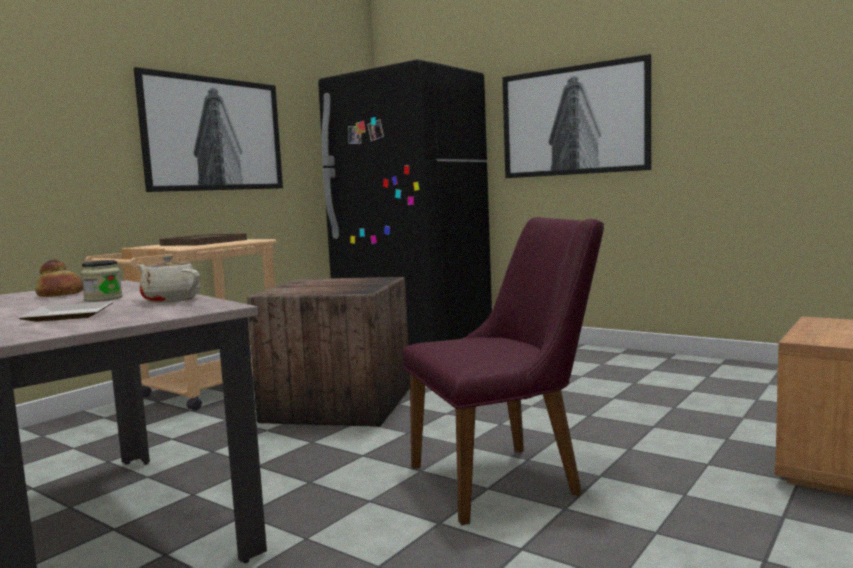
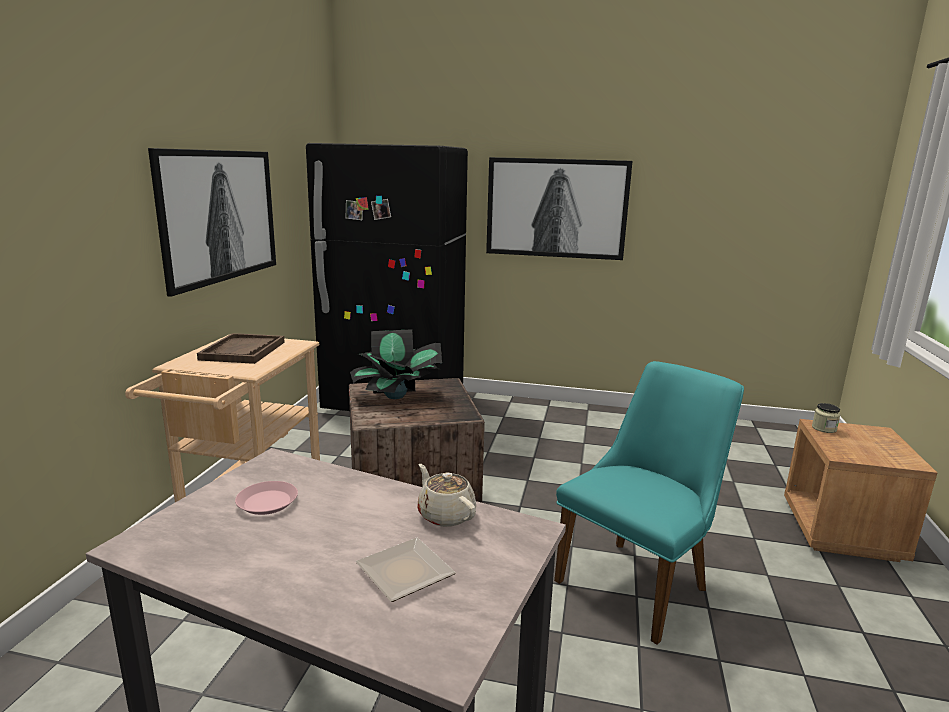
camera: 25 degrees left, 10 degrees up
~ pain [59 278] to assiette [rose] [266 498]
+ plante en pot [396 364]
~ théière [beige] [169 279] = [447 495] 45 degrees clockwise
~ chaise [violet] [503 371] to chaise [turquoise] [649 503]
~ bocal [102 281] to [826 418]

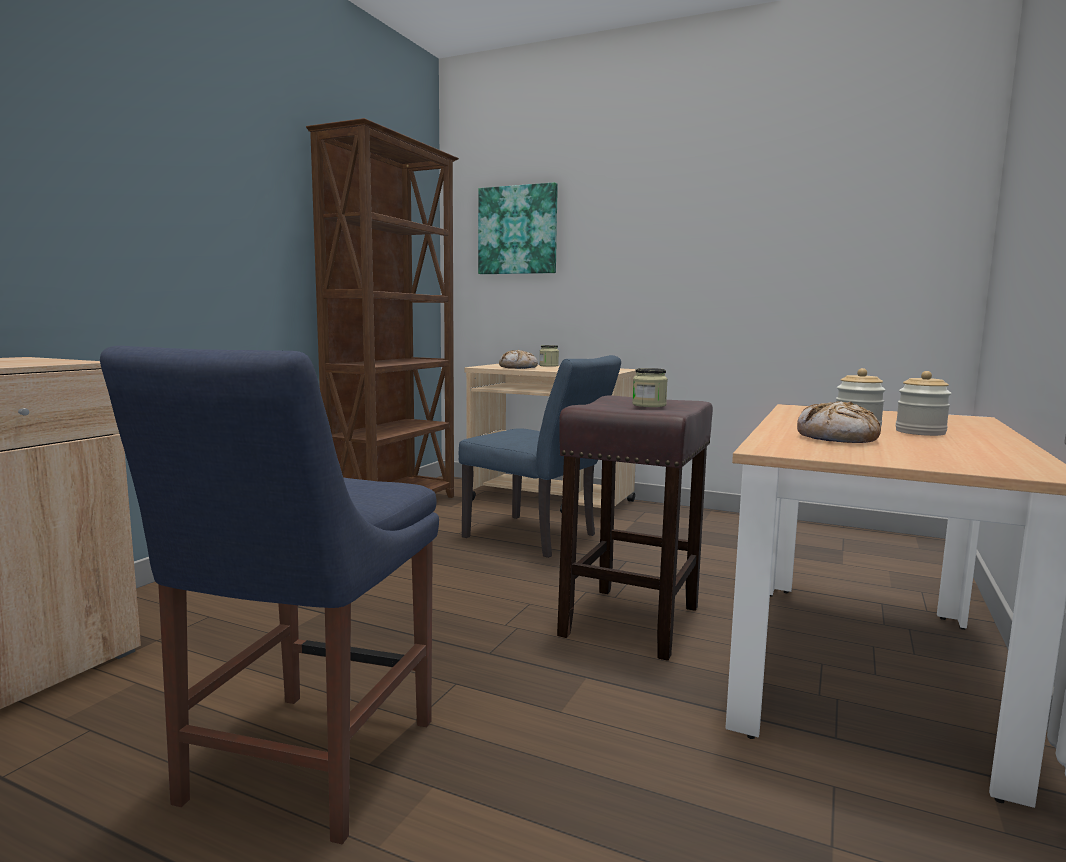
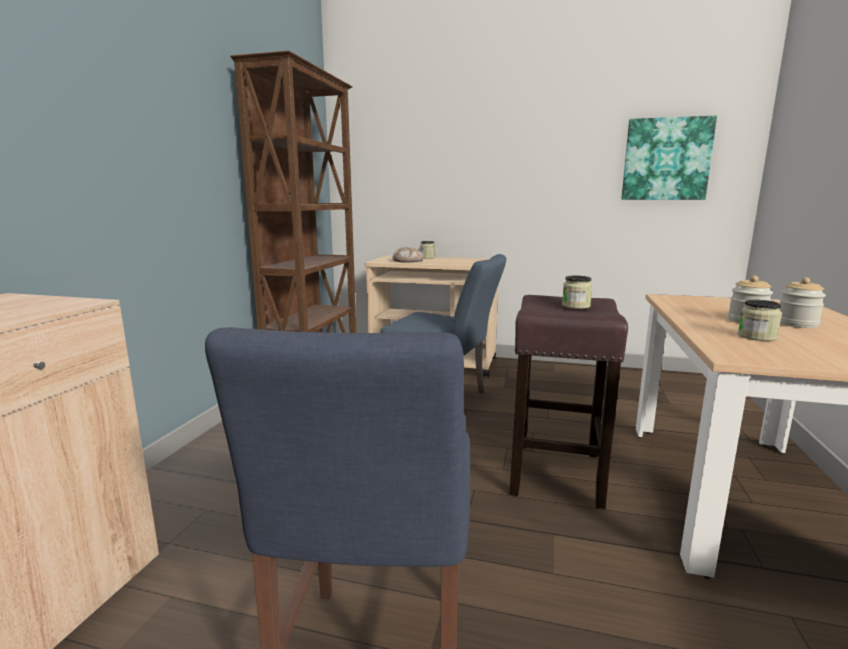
camera: 10 degrees left, 5 degrees up
~ tableau [518 228] to [669 158]
~ pain [839 422] to bocal [760 320]

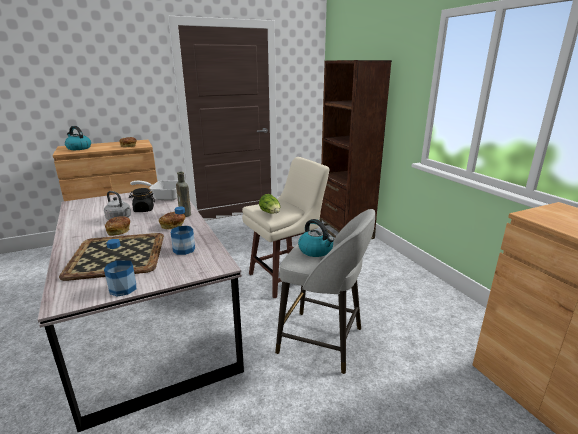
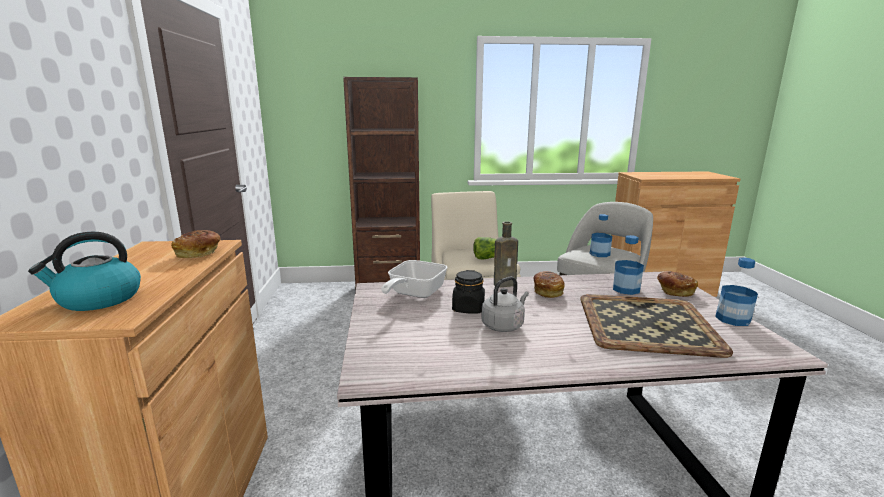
camera: 70 degrees left, 5 degrees down
~ bouilloire [316 238] to bouteille [601 235]
~ pain [117 226] to [677 284]

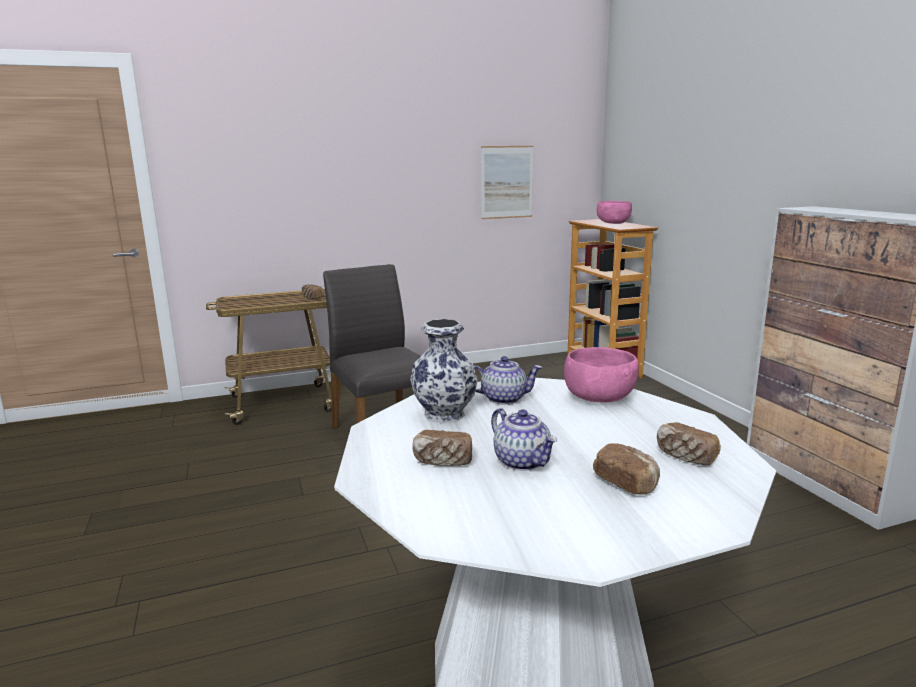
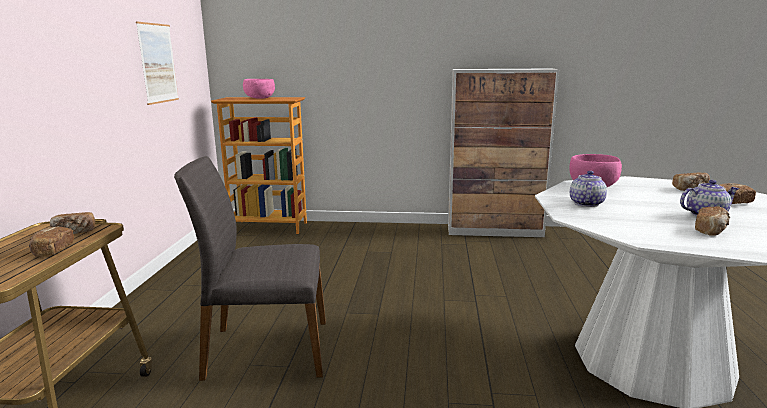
camera: 65 degrees left, 0 degrees up
+ pain [51 242]
- vase [444 371]

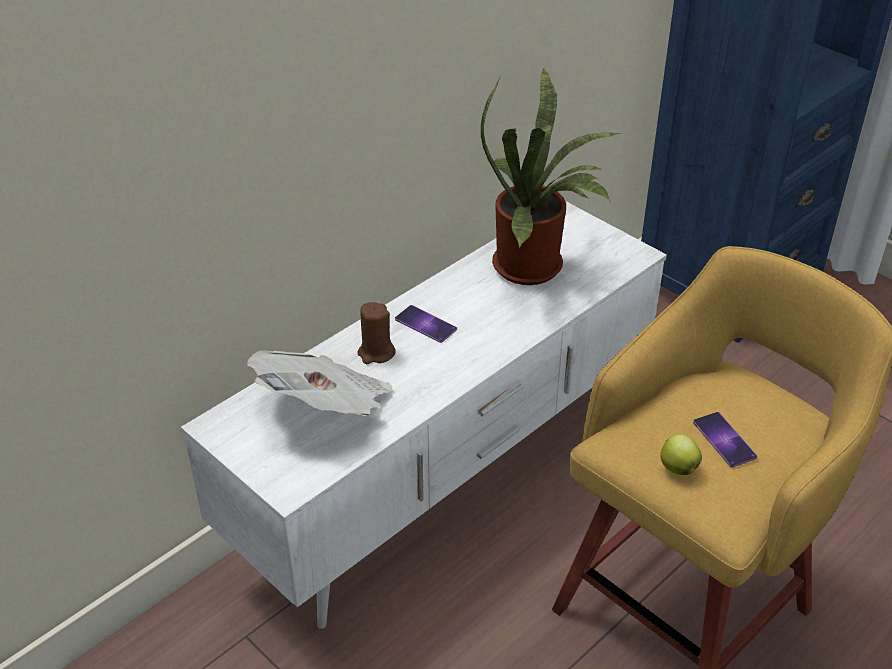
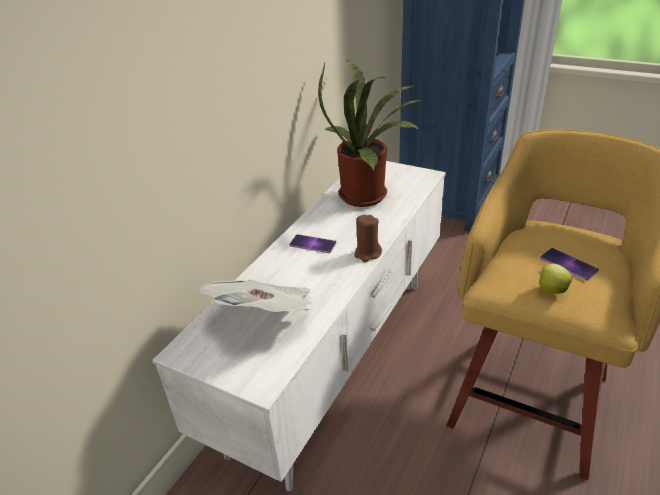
camera: 15 degrees left, 5 degrees down
~ bougie [marron] [376 333] to [368 238]

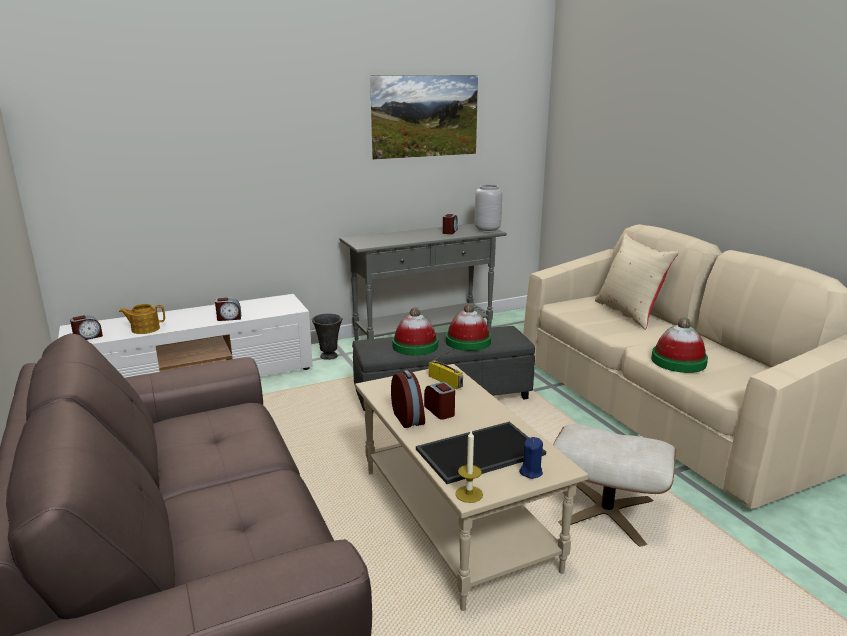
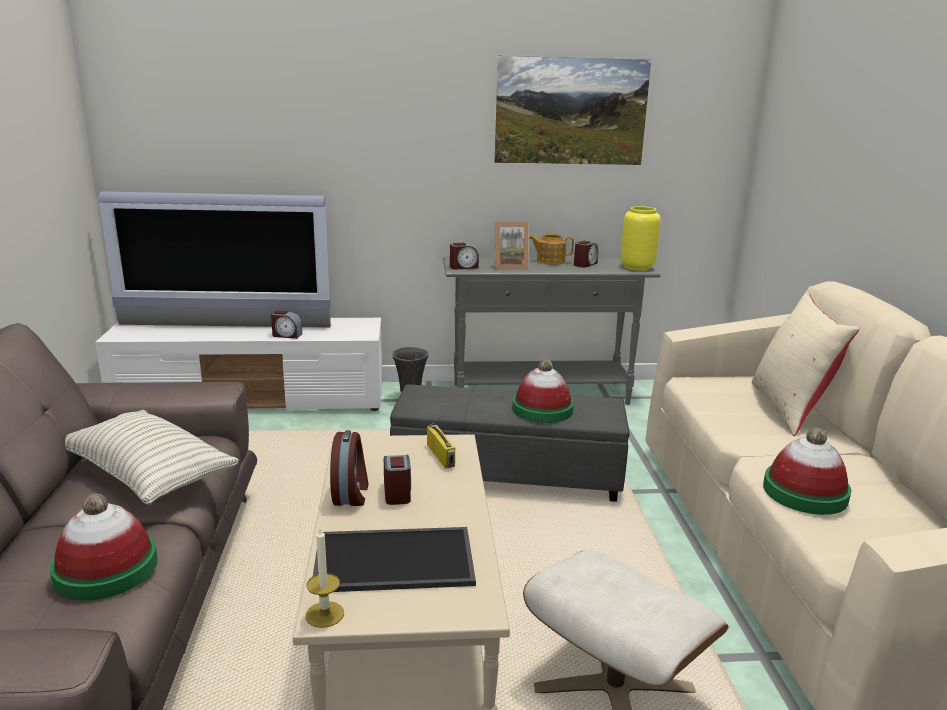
camera: 20 degrees right, 0 degrees up
~ chapeau [415 331] to [104 547]
+ coussin [152 457]
+ téléviseur [215 259]
~ réveil [86 327] to [464 256]
+ cadre photo [512 246]
~ théière [142 319] to [551 249]
~ vase [gris] [488 208] to vase [jaune] [640 238]
- bougie [bleu] [531 458]

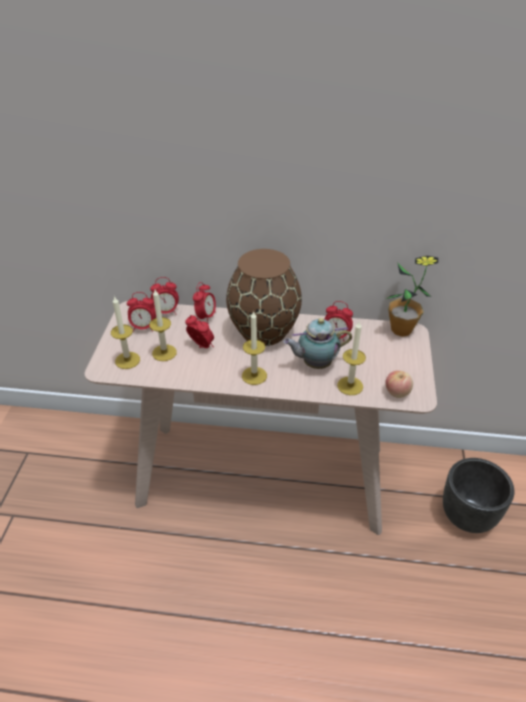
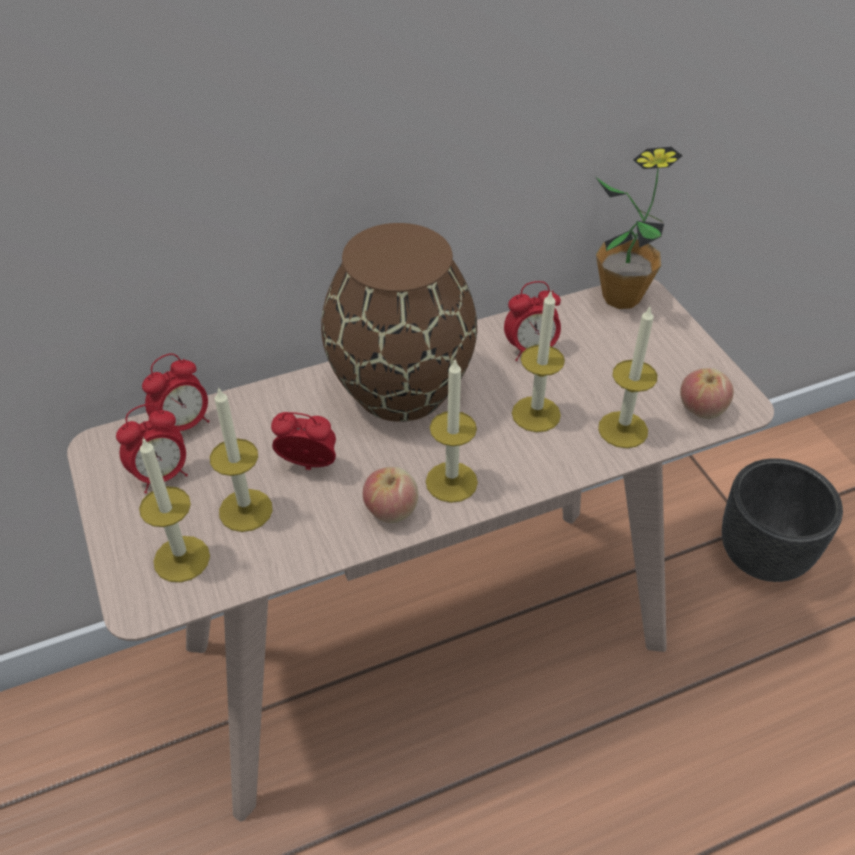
camera: 30 degrees left, 5 degrees up
+ pomme [390 495]
~ théière [317 343] to bougie [538 362]
- réveil [204 303]

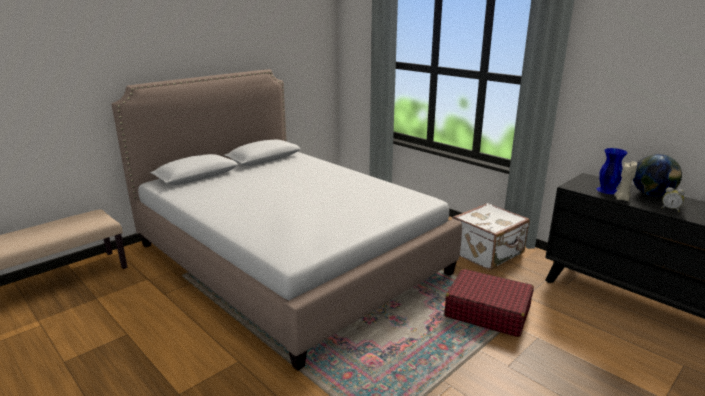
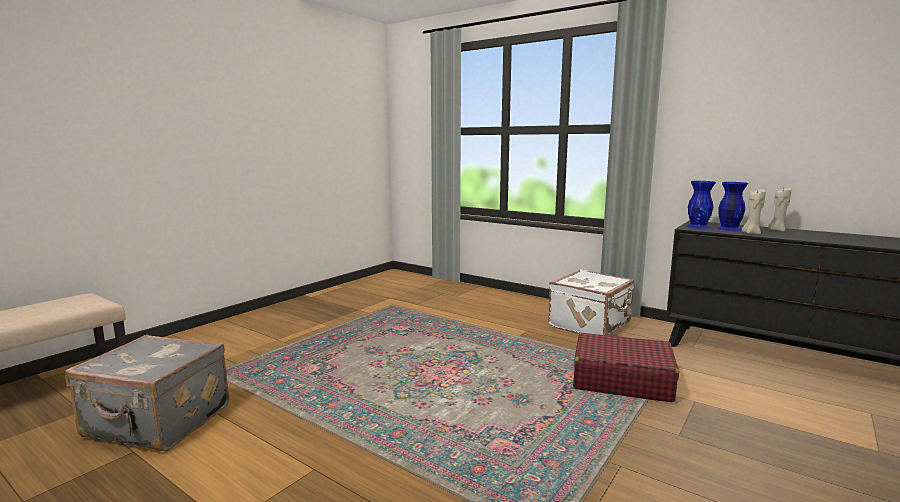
camera: 10 degrees left, 10 degrees down
+ valise [gris] [147 393]
+ vase [bleu] [701 205]
~ globe [657 175] to bougie [beige] [779 210]
- lit [286 220]
- réveil [673 199]

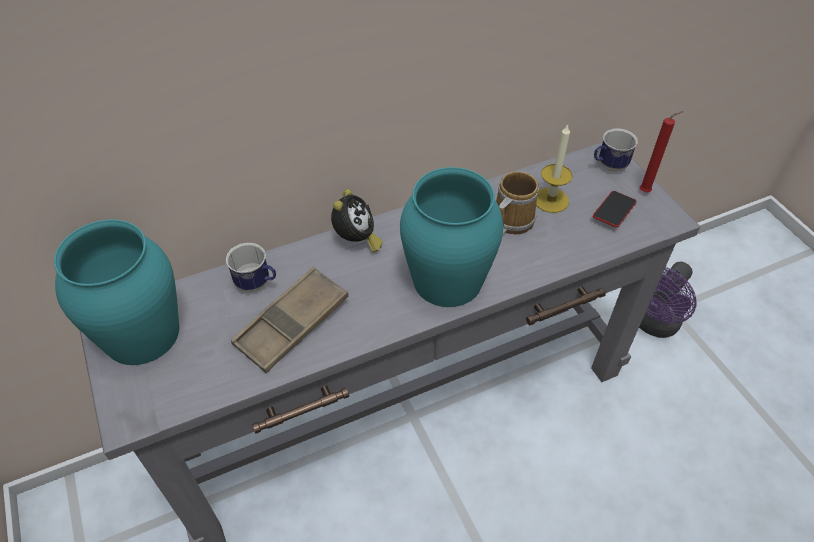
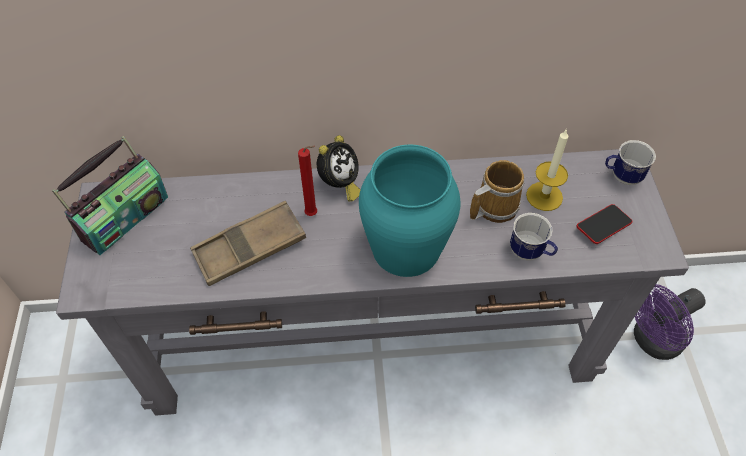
camera: 20 degrees right, 5 degrees up
~ vase [turquoise] [116 292] to radio [110 195]
~ bougie [rouge] [662 151] to [307 181]
~ mug [251 267] to [534 237]

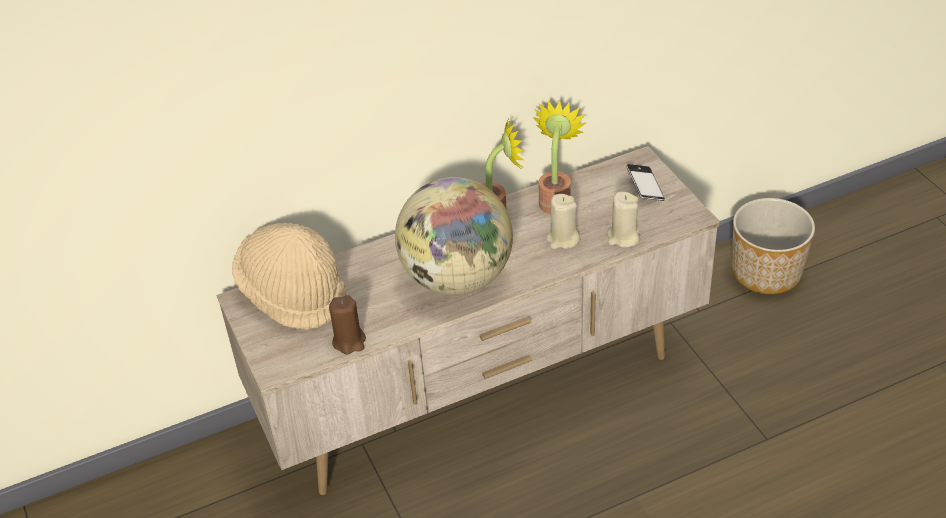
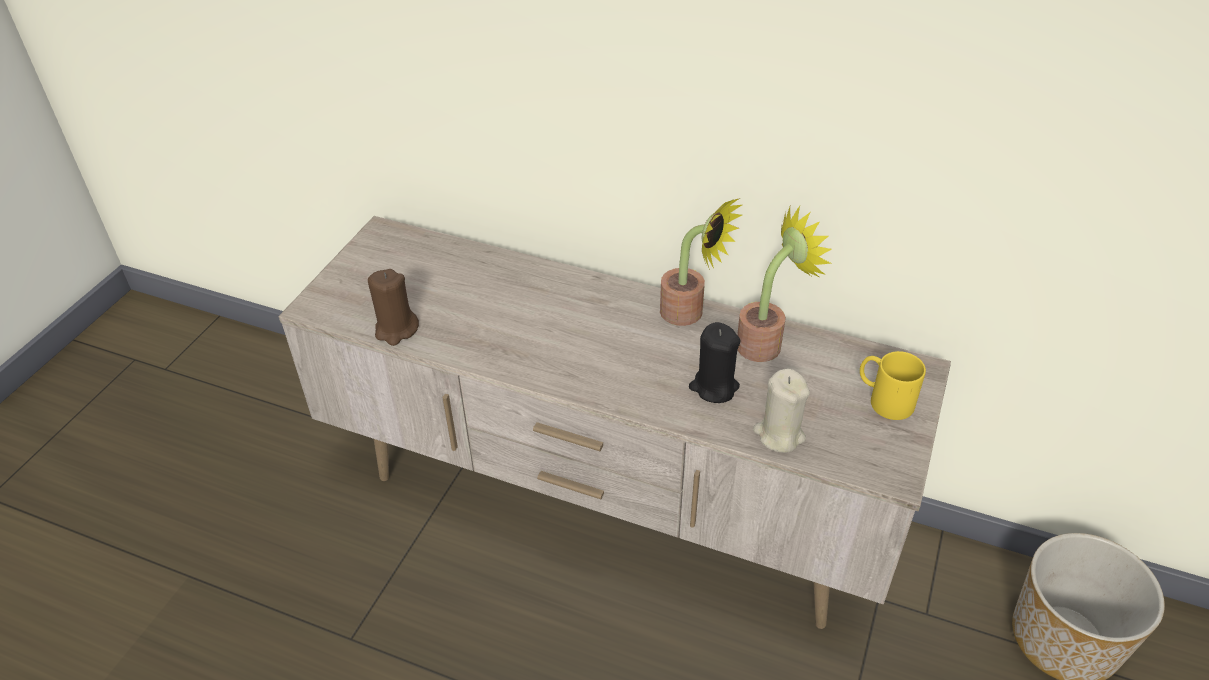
camera: 45 degrees right, 0 degrees up
~ bougie [beige] [563 221] to bougie [noir] [715 362]
~ téléphone [645 182] to mug [jaune] [893 385]
- chapeau [beige] [289 276]
- globe [454 236]

